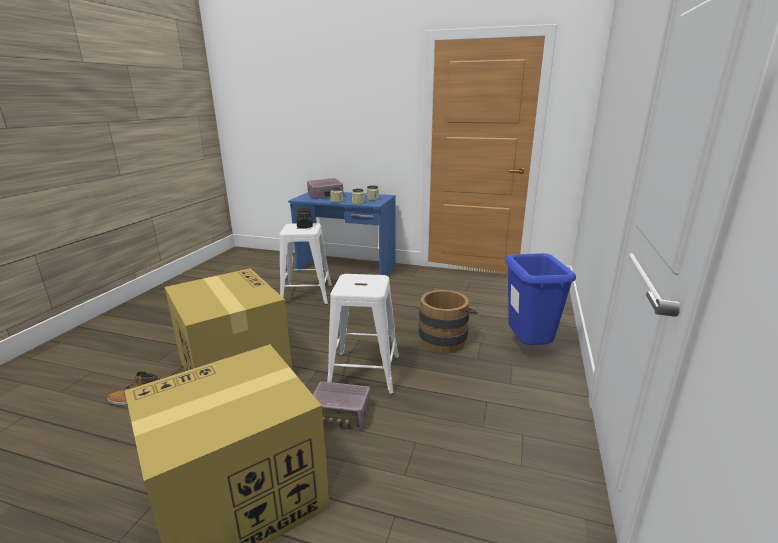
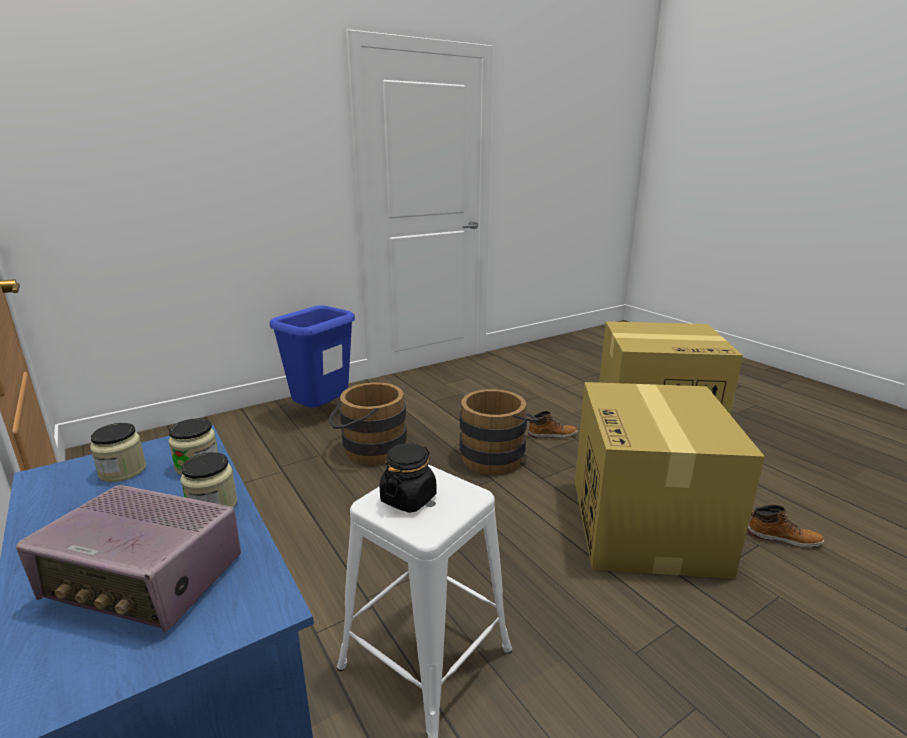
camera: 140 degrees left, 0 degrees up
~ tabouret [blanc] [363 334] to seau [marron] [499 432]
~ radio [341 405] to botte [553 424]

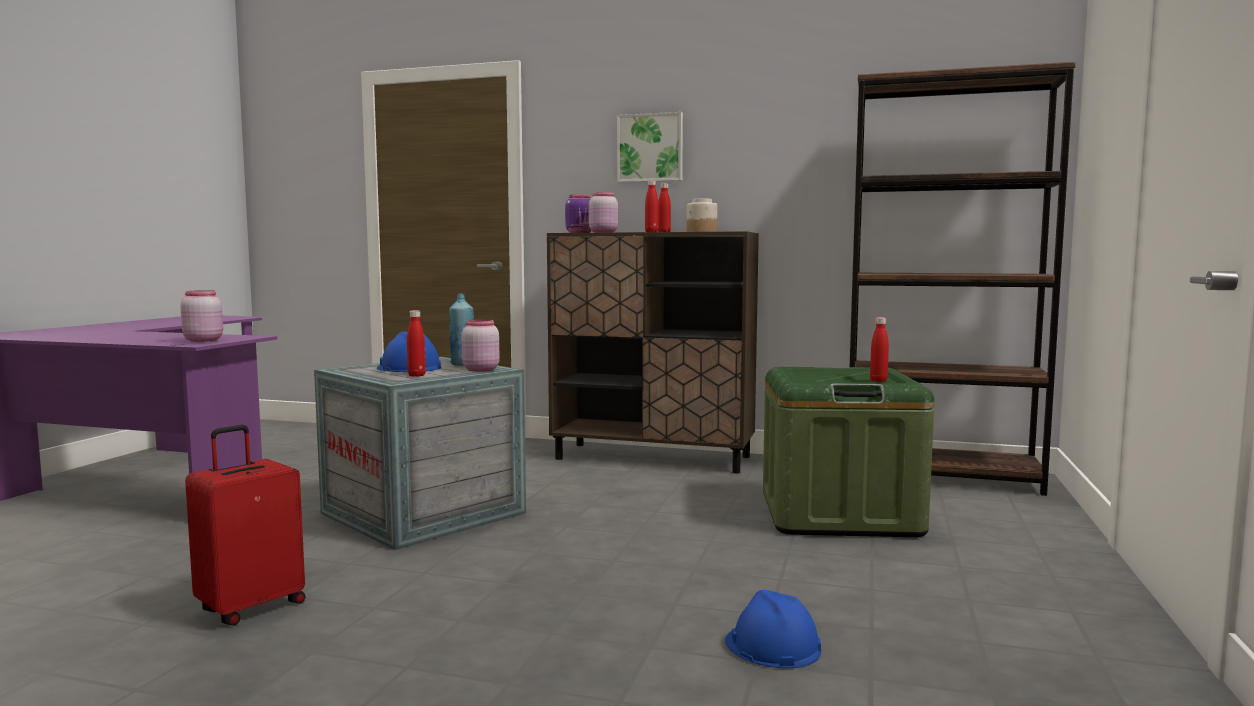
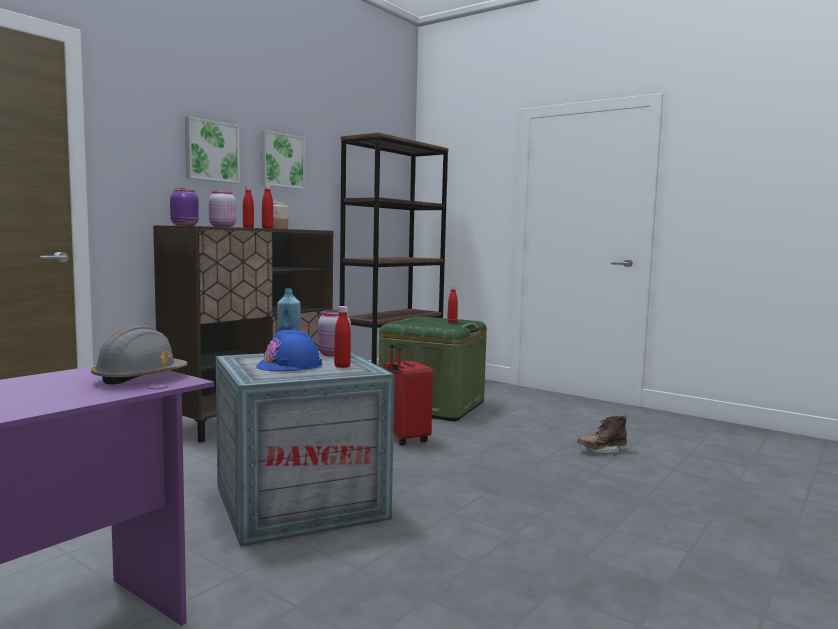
camera: 70 degrees left, 0 degrees up
~ bocal [rose] [201 316] to casque de chantier [gris] [139 355]
+ tableau [282 159]
~ valise [rouge] [245 525] to [408 394]
~ casque de chantier [bleu] [773 629] to botte [marron] [602 433]

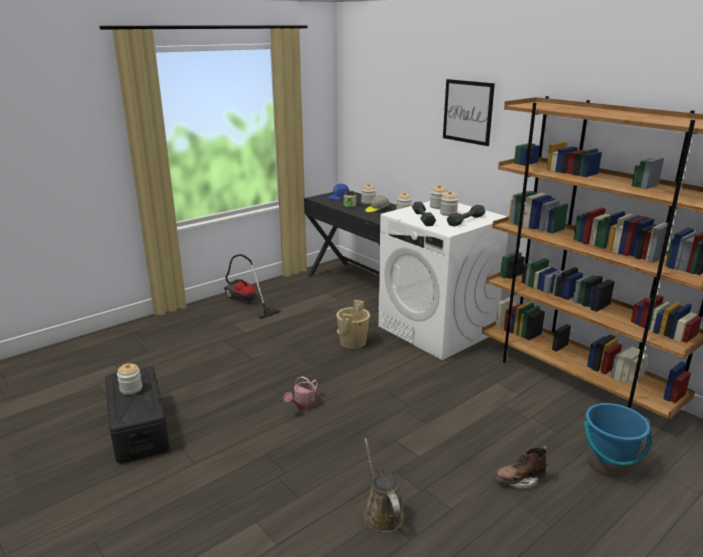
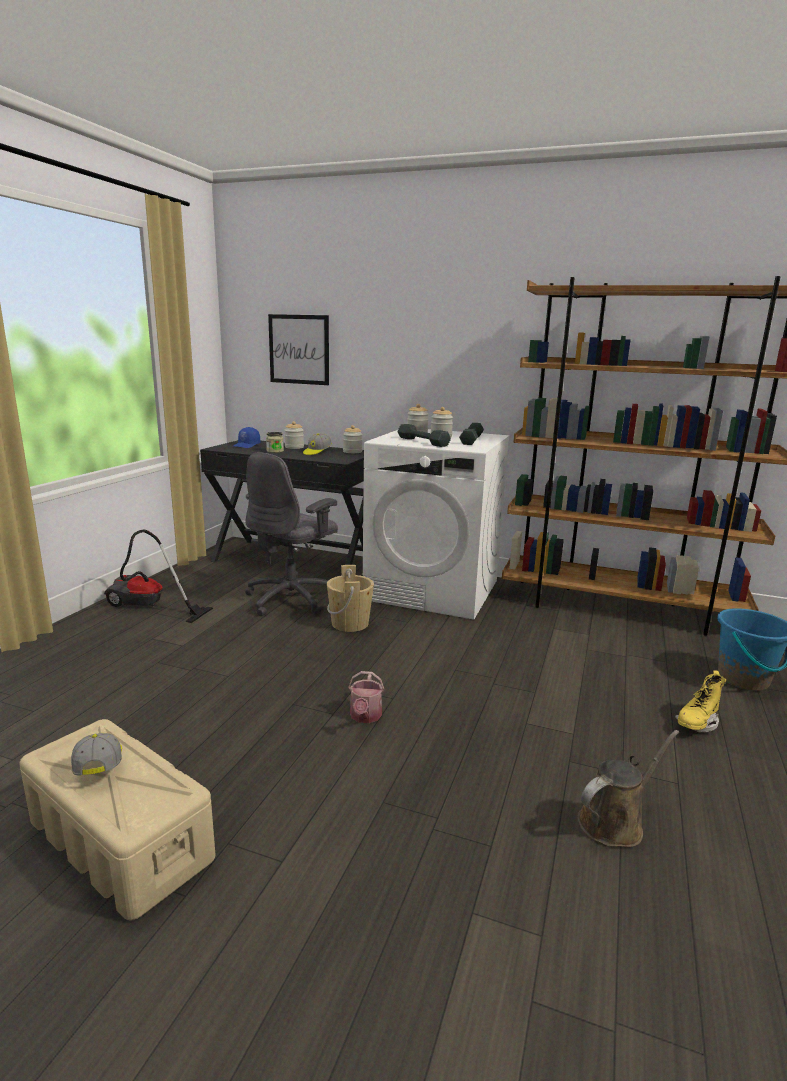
camera: 30 degrees left, 5 degrees down
~ boîte de rangement [noir] [137 415] to boîte de rangement [beige] [117 819]
~ bocal [129 379] to casquette [96 754]
+ chaise de bureau [gris] [291 534]
~ tableau [469 112] to [298 349]
~ arrosoir [marron] [384 485] = [628 788] 105 degrees clockwise
~ botte [marron] [521 467] to botte [jaune] [700 701]

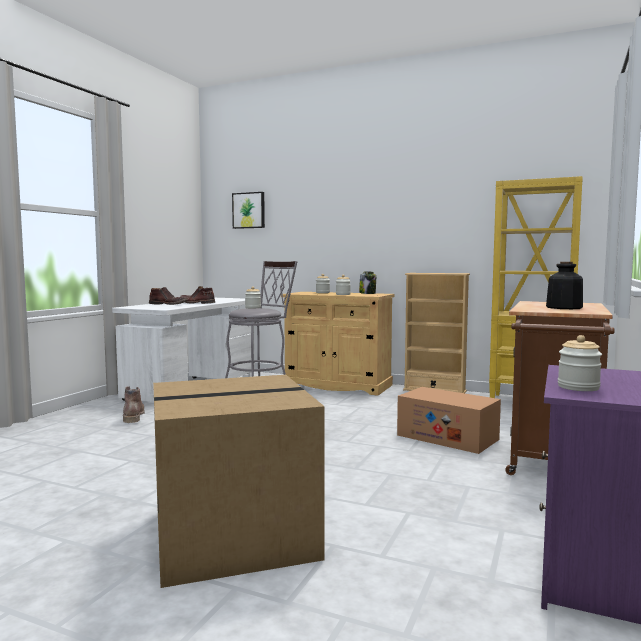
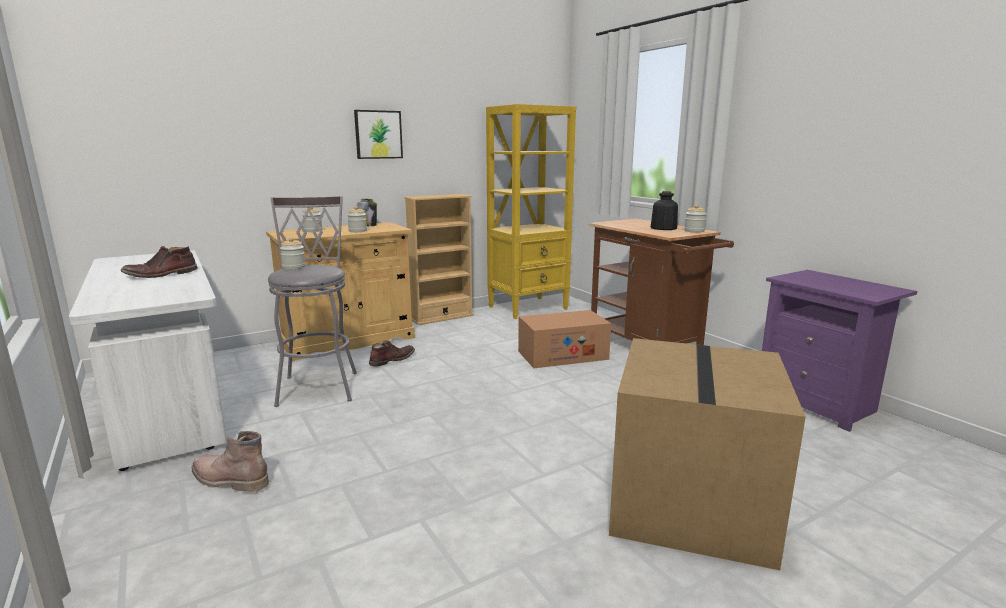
camera: 55 degrees left, 10 degrees up
~ tableau [248 210] to [378 134]
~ botte [marron] [168 296] to [392 353]
~ bocal [580 363] to [695 219]

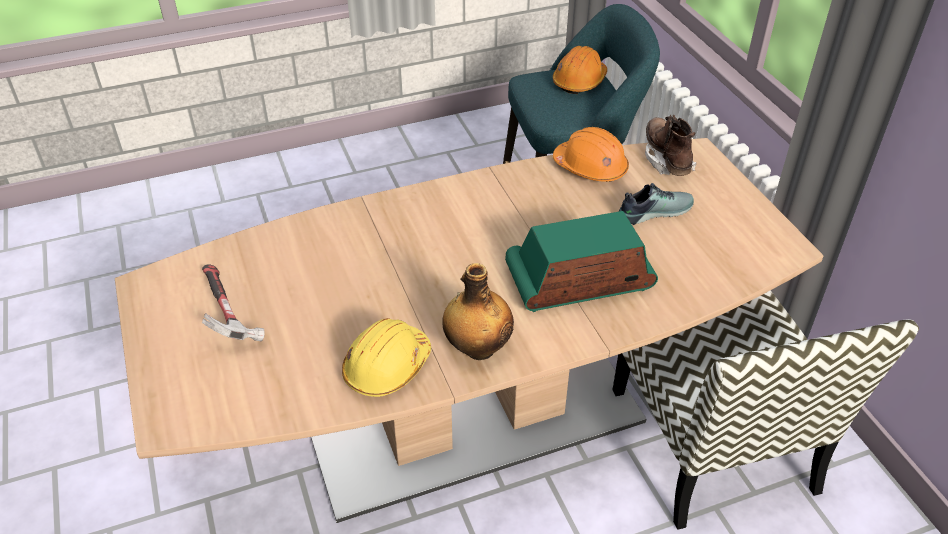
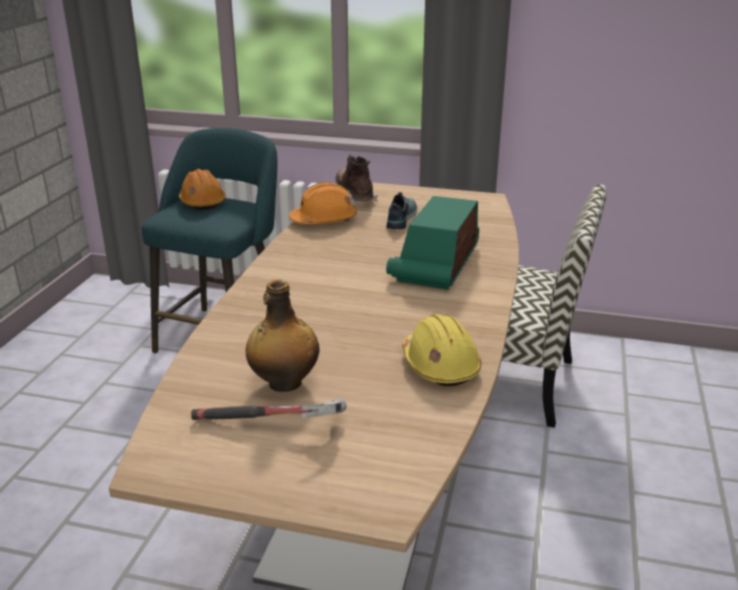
camera: 55 degrees left, 15 degrees down
~ bouteille [478 311] to [283 335]
~ botte [marron] [670 145] = [357 179] 45 degrees clockwise

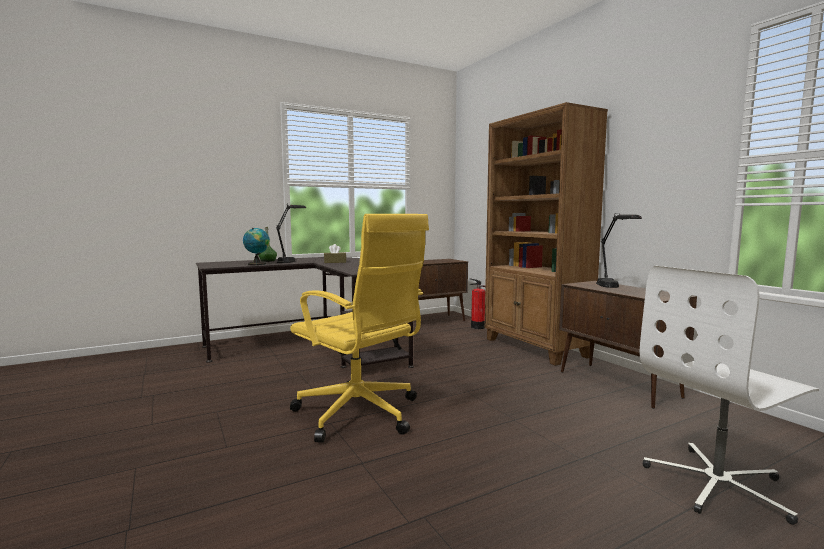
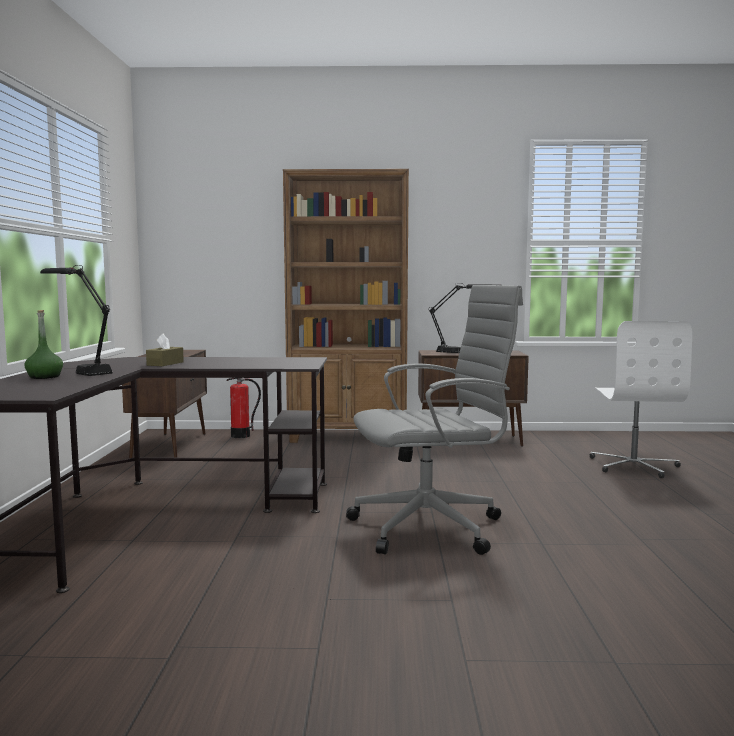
camera: 60 degrees left, 0 degrees up
~ chaise de bureau [jaune] [359 328] to chaise de bureau [gris] [434 420]
- globe [256 246]

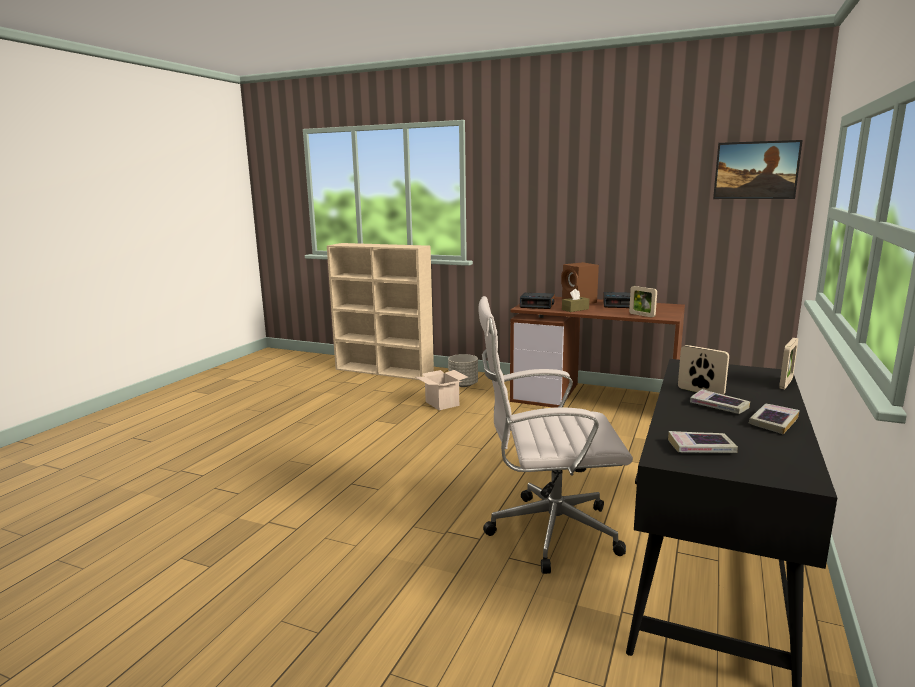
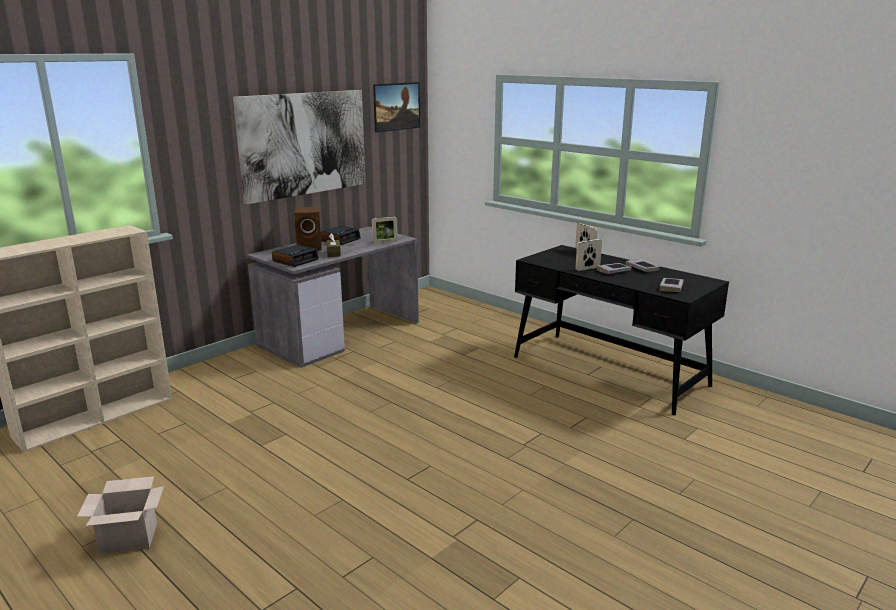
camera: 70 degrees left, 5 degrees up
~ carton [442 390] to [120 515]
+ tableau [299 147]
~ bureau [marron] [597 352] to bureau [gris] [333 297]
- cache-pot [gris] [463 370]
- chaise de bureau [blanc] [556 435]

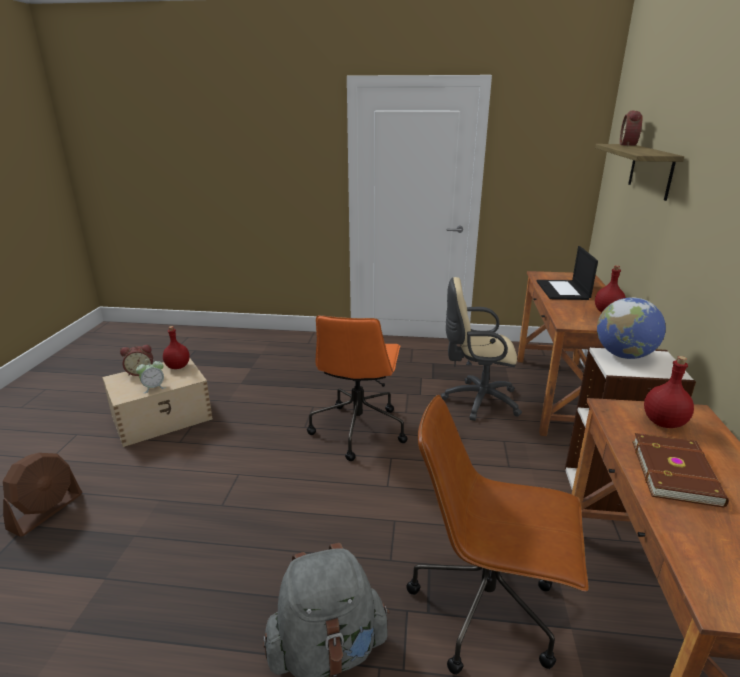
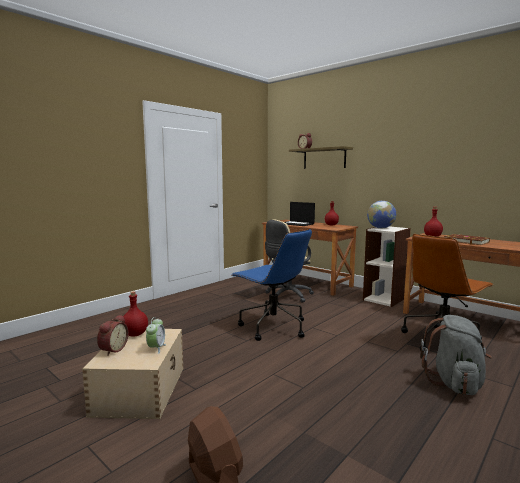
camera: 55 degrees left, 15 degrees down
~ chaise de bureau [orange] [357 388] to chaise de bureau [bleu] [272 285]

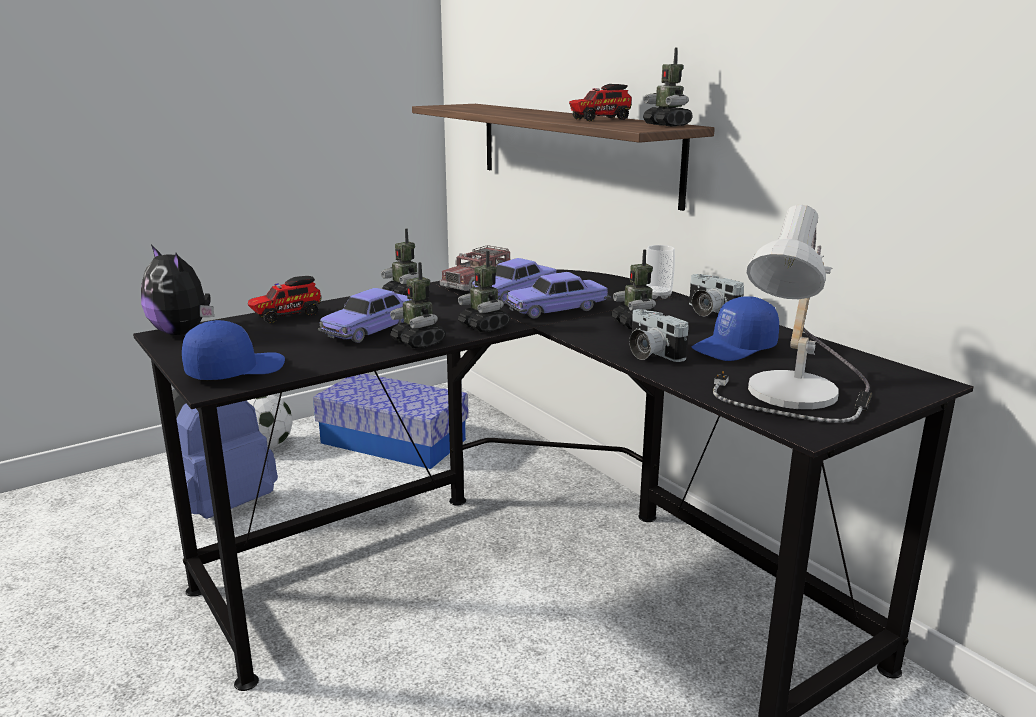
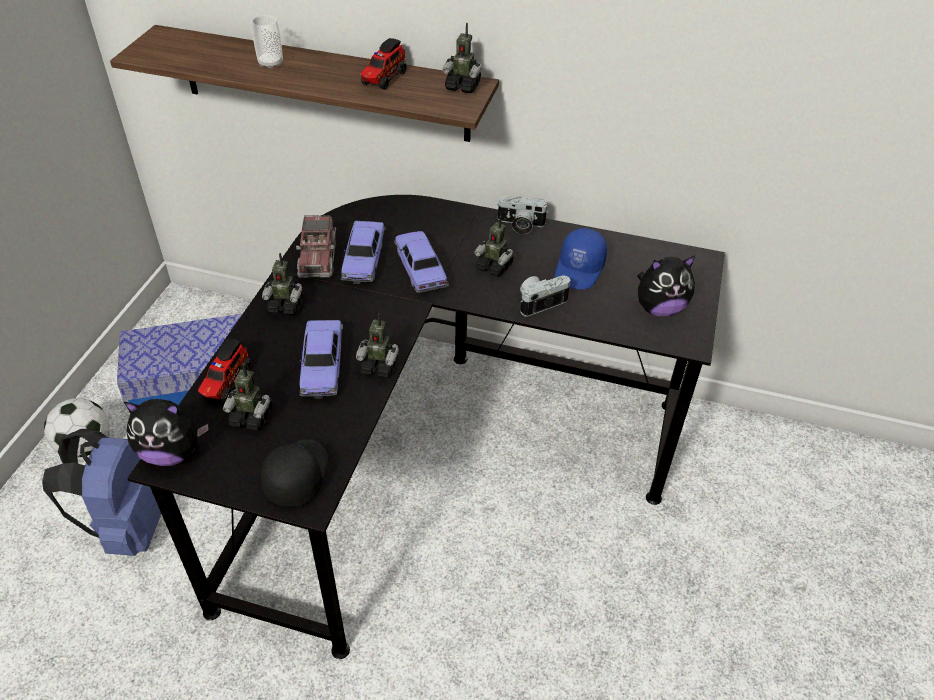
camera: 40 degrees left, 25 degrees up
~ robot jouet [484 291] to [248 397]
~ tasse [660 272] to [267 42]
~ casquette [bleu] [233 350] to casquette [noir] [295 473]
~ petite voiture [557 295] = [421 262] 135 degrees clockwise
~ appareil photo [659 335] = [545 296] 135 degrees clockwise
~ lampe de table [792 314] to peluche [666 286]

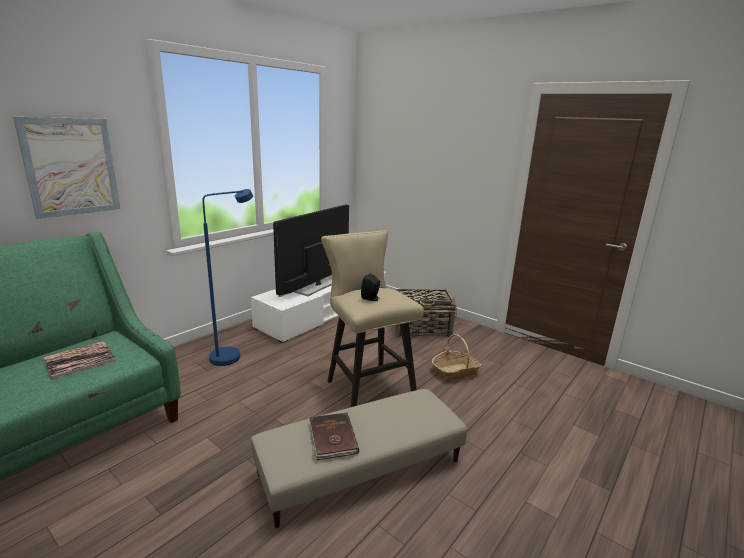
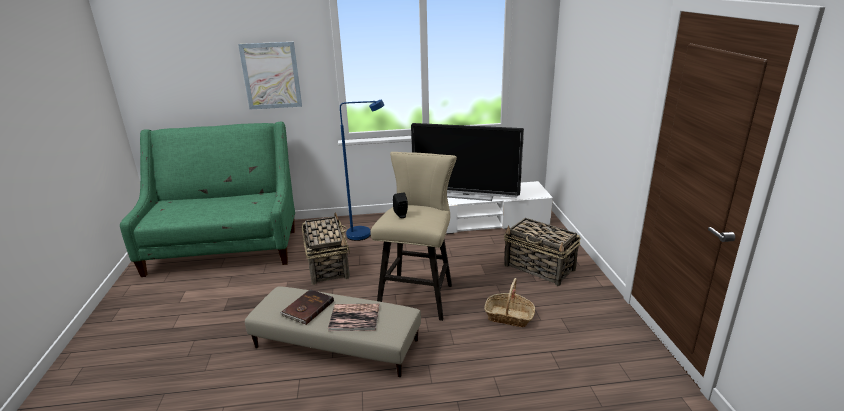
camera: 45 degrees right, 5 degrees up
+ panier [326 248]
~ livre [79 360] to [354 317]
~ téléviseur [311 251] = [467 162] 150 degrees counterclockwise

